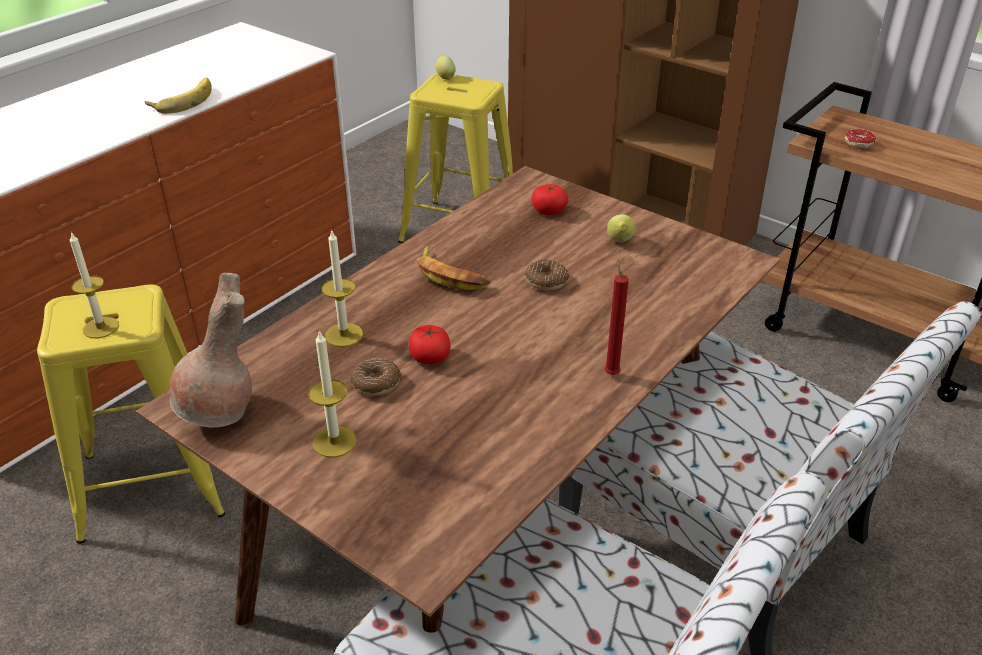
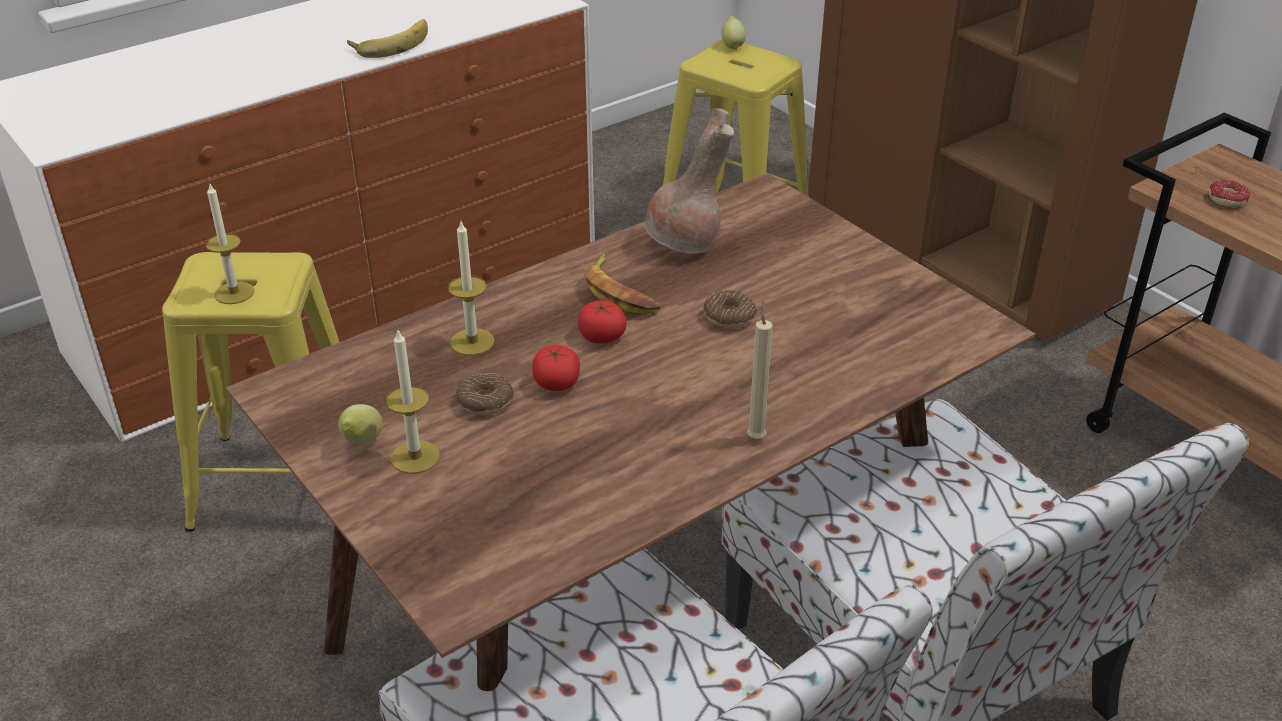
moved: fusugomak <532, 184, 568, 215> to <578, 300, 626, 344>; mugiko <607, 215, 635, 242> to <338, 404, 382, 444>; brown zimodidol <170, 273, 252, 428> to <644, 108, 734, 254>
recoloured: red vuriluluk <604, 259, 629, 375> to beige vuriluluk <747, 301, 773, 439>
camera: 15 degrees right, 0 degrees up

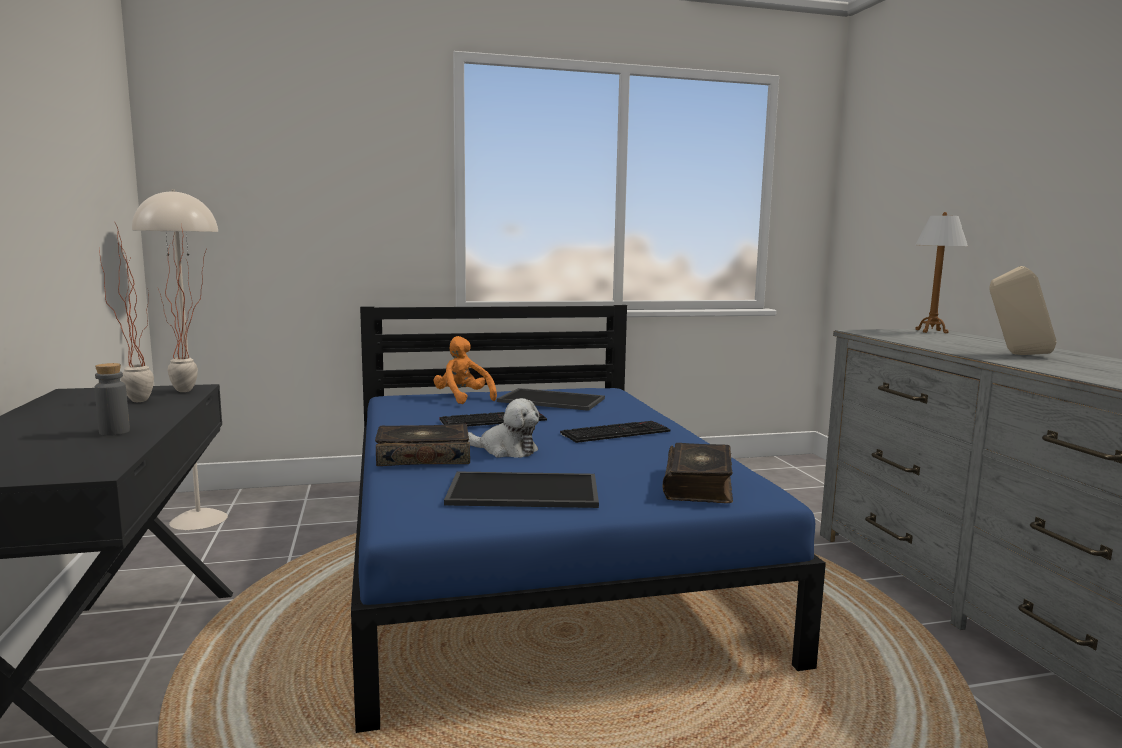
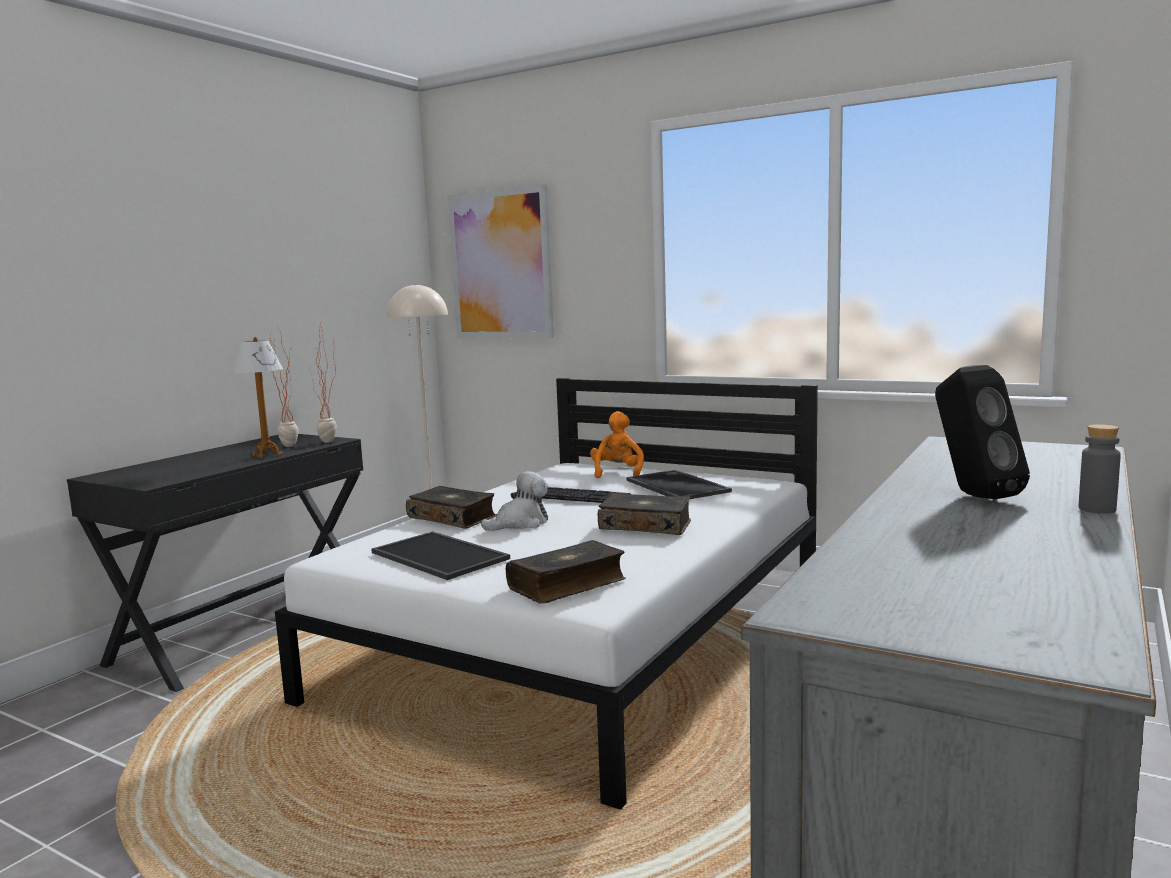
added: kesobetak <447, 185, 554, 338>
moved: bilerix <915, 212, 968, 333> to <232, 337, 283, 459>; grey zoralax <94, 363, 130, 436> to <1079, 424, 1121, 514>
replaced: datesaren <560, 421, 671, 443> to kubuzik <598, 493, 691, 535>
recoloured: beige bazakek <990, 266, 1056, 355> to black bazakek <935, 365, 1030, 499>; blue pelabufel <351, 305, 826, 733> to white pelabufel <275, 378, 818, 810>
turned: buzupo <468, 398, 539, 458> = <481, 471, 548, 531> 105 degrees counterclockwise
camera: 45 degrees right, 0 degrees up

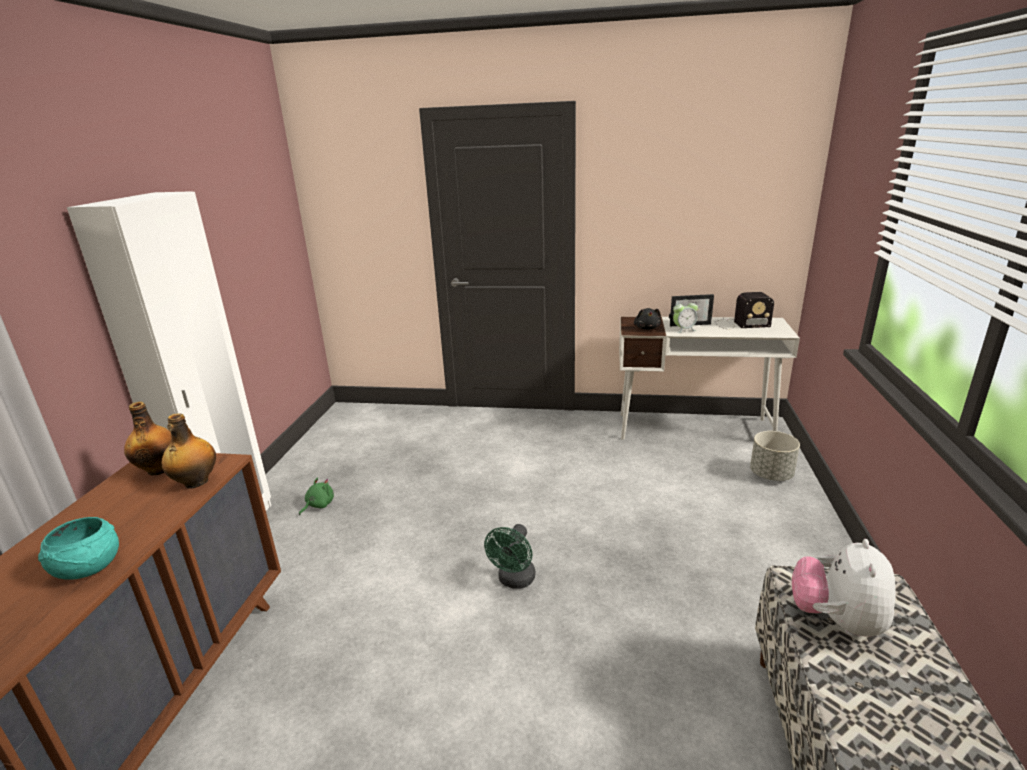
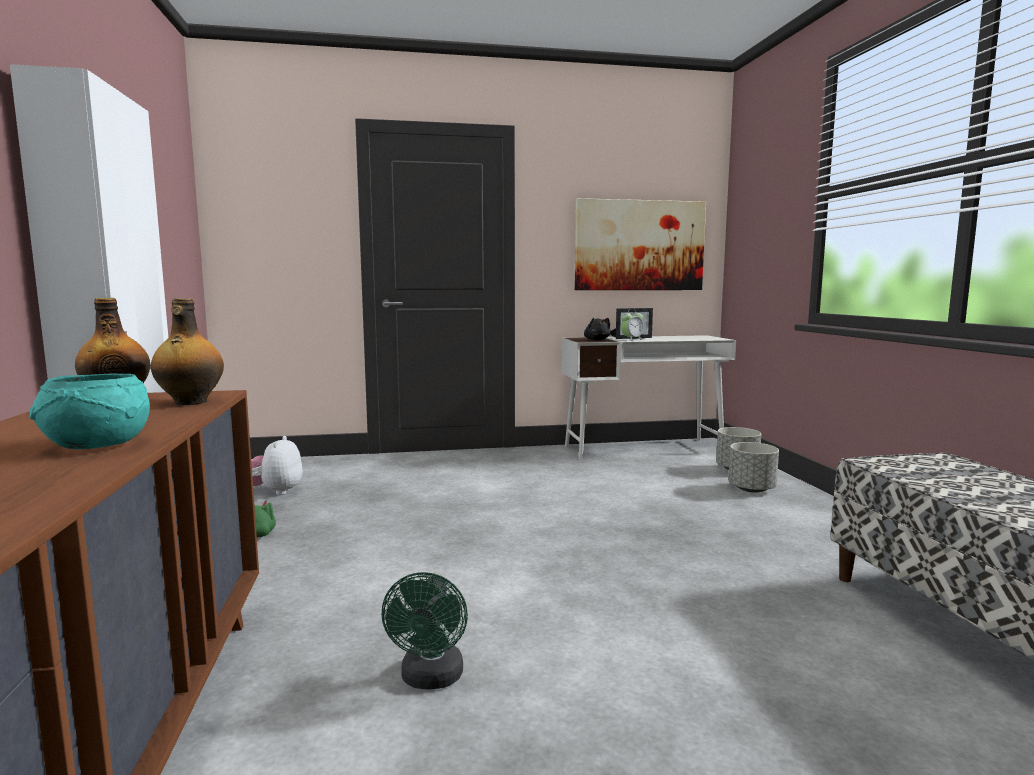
removed: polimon <715, 292, 774, 329>
added: kesobetak <575, 198, 706, 290>; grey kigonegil <728, 442, 779, 493>
moved: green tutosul <484, 524, 536, 589> to <382, 572, 468, 690>; buzupo <792, 539, 896, 637> to <251, 436, 302, 495>
camera: 20 degrees left, 15 degrees down

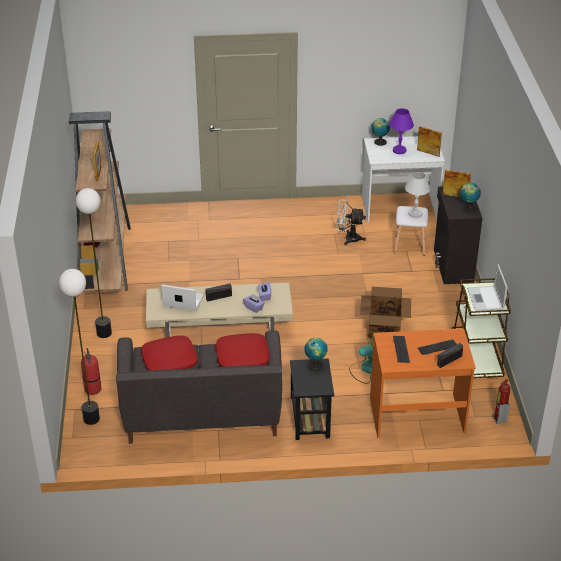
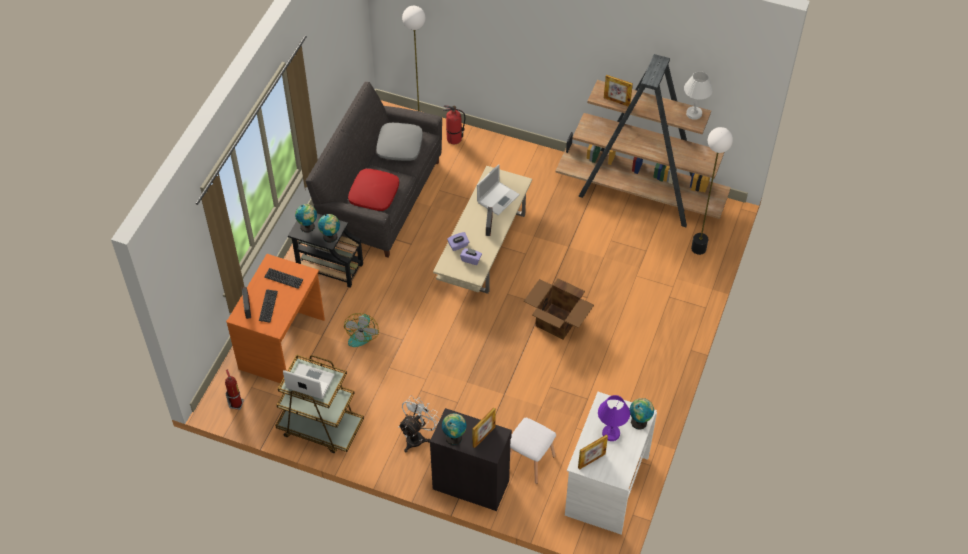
added: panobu <295, 204, 317, 233>
moved: white bilerix <405, 172, 430, 218> to <684, 71, 713, 120>; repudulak <76, 188, 112, 338> to <691, 127, 733, 255>; white tutosul <336, 199, 366, 245> to <398, 396, 440, 452>; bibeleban <360, 287, 411, 338> to <523, 278, 594, 340>
recoloured: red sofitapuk <141, 336, 197, 371> to grey sofitapuk <376, 123, 423, 161>
camera: 115 degrees right, 15 degrees up

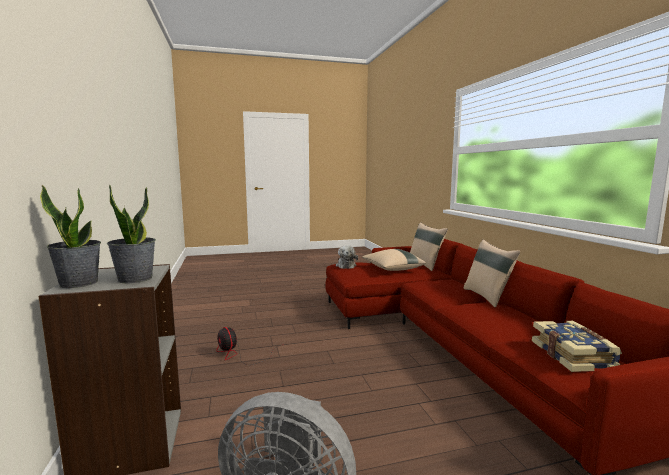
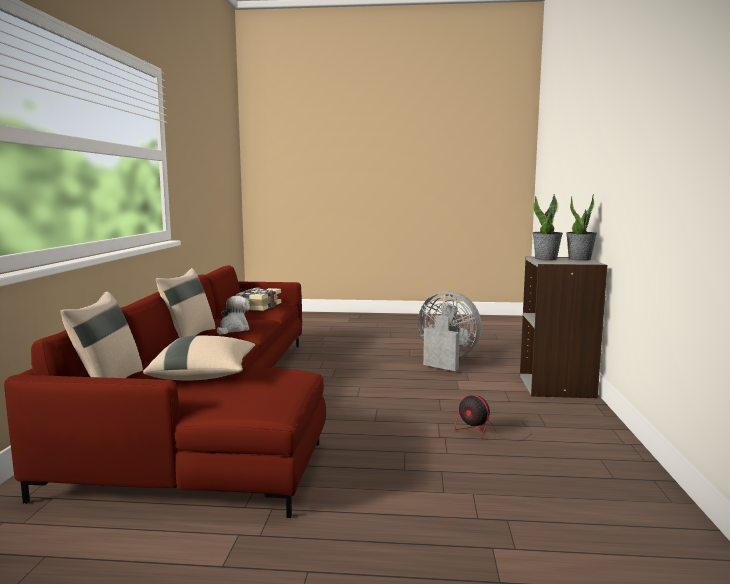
moved: buzupo <336, 245, 358, 269> to <217, 296, 250, 335>
turned: tutosul <216, 327, 281, 365> = <455, 394, 532, 441> 150 degrees clockwise
camera: 160 degrees left, 0 degrees up

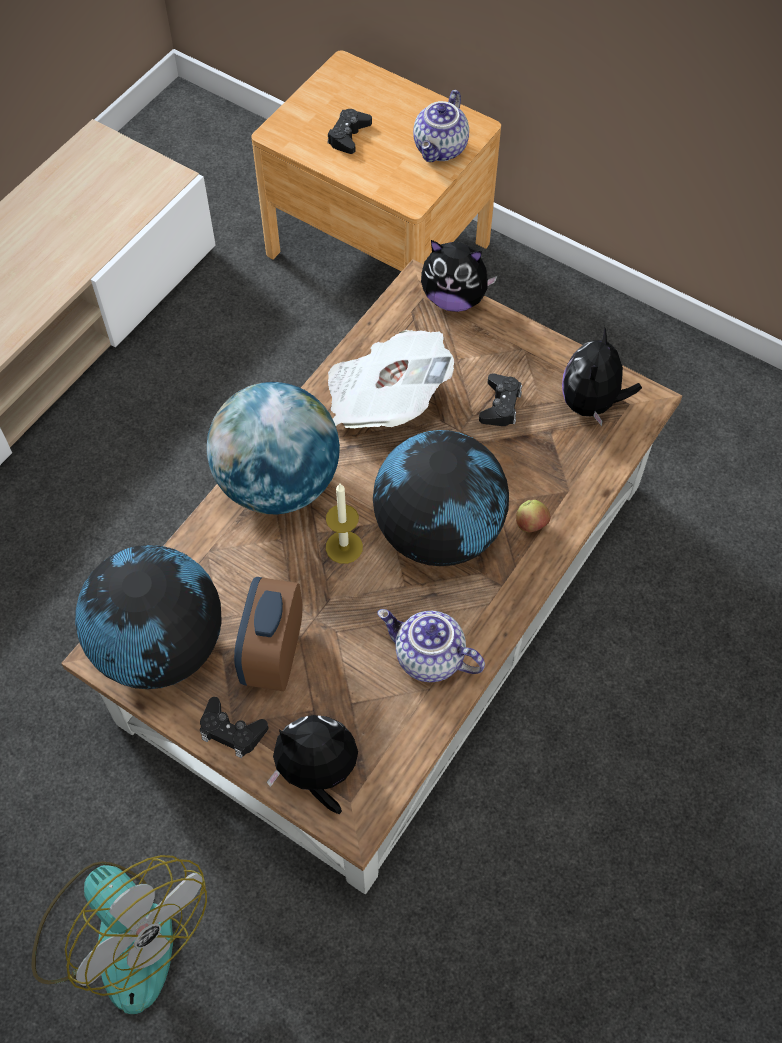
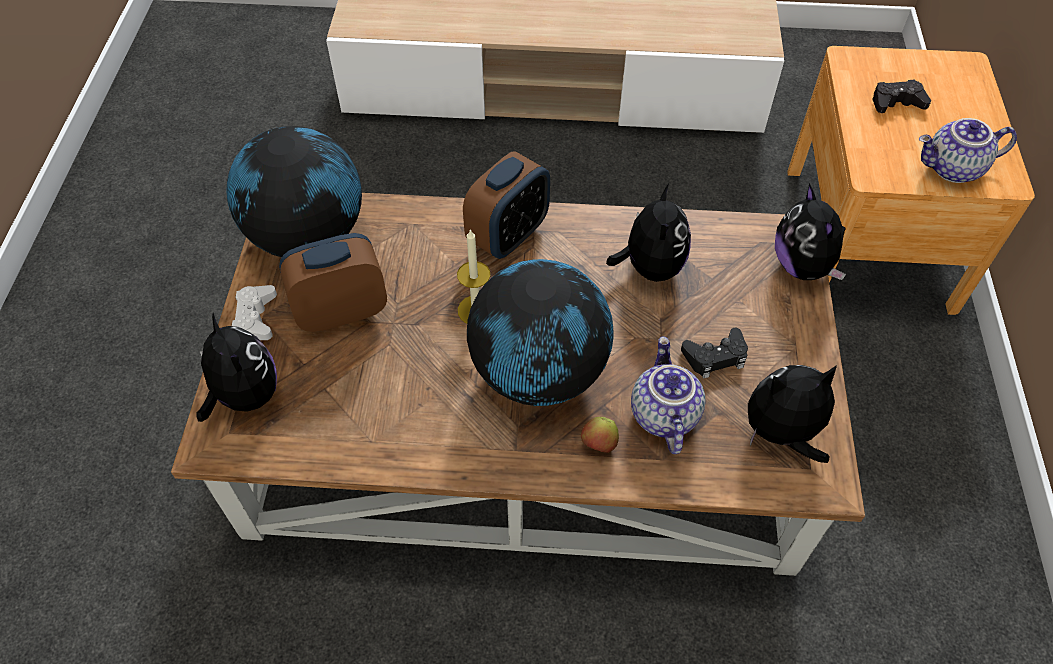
removed: tutosul <32, 855, 207, 1014>
moved: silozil <378, 609, 485, 682> to <631, 336, 705, 454>
replaced: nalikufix <328, 330, 454, 428> to buzupo <606, 184, 691, 282>; panobu <207, 382, 340, 514> to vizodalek <463, 151, 550, 259>
recoloured: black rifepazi <200, 697, 268, 758> to white rifepazi <232, 285, 277, 340>
camera: 60 degrees right, 5 degrees down

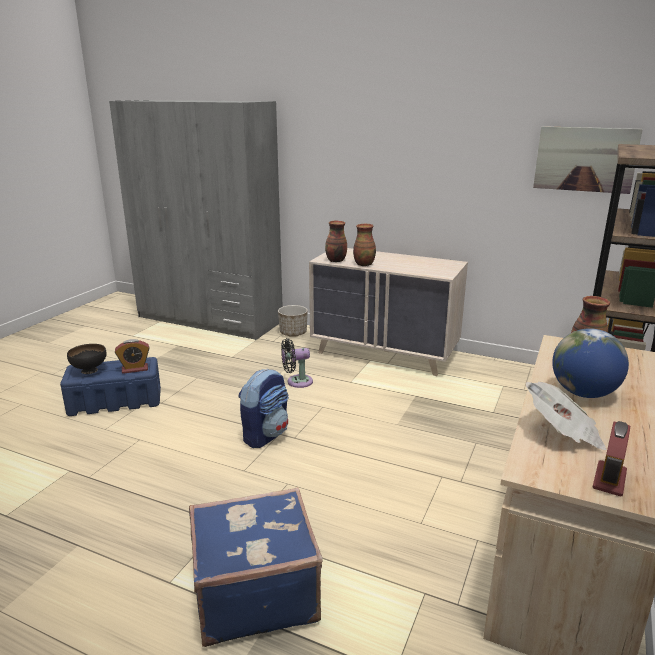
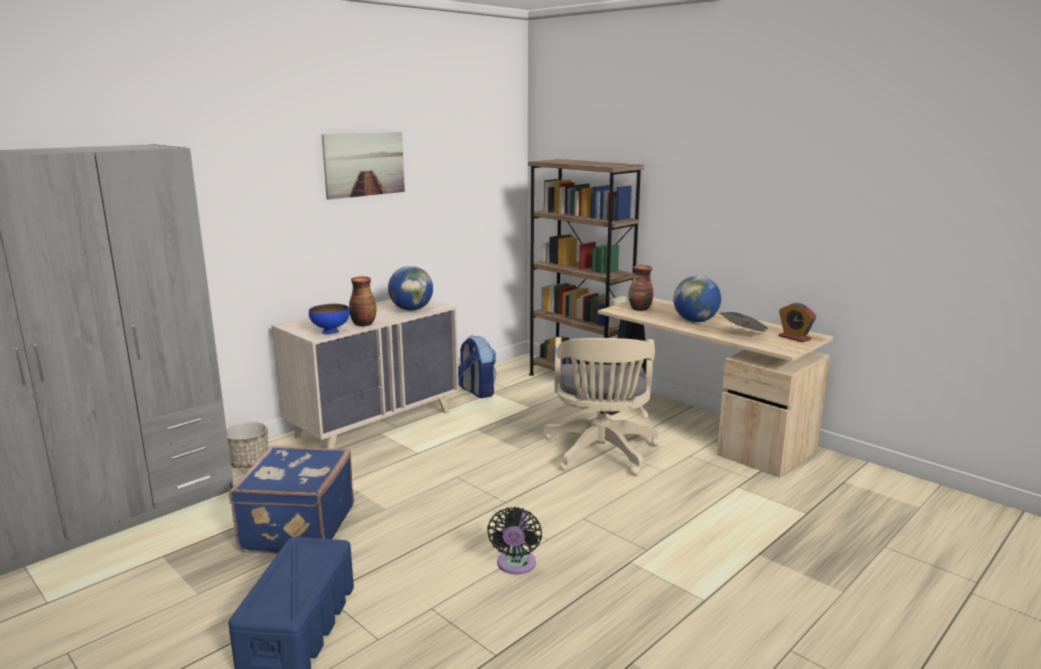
removed: vizodalek <115, 339, 150, 374>; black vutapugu <67, 344, 107, 374>
added: panobu <388, 266, 433, 311>; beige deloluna <543, 337, 659, 475>
moved: kesobetak <533, 126, 643, 194> to <322, 132, 405, 200>; black tutosul <281, 338, 313, 388> to <487, 507, 542, 574>; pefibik <238, 369, 289, 448> to <458, 335, 496, 398>; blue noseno <189, 487, 323, 647> to <229, 446, 354, 554>
replaced: zimodidol <325, 221, 347, 262> to blue vutapugu <309, 304, 350, 335>
camera: 70 degrees left, 5 degrees down

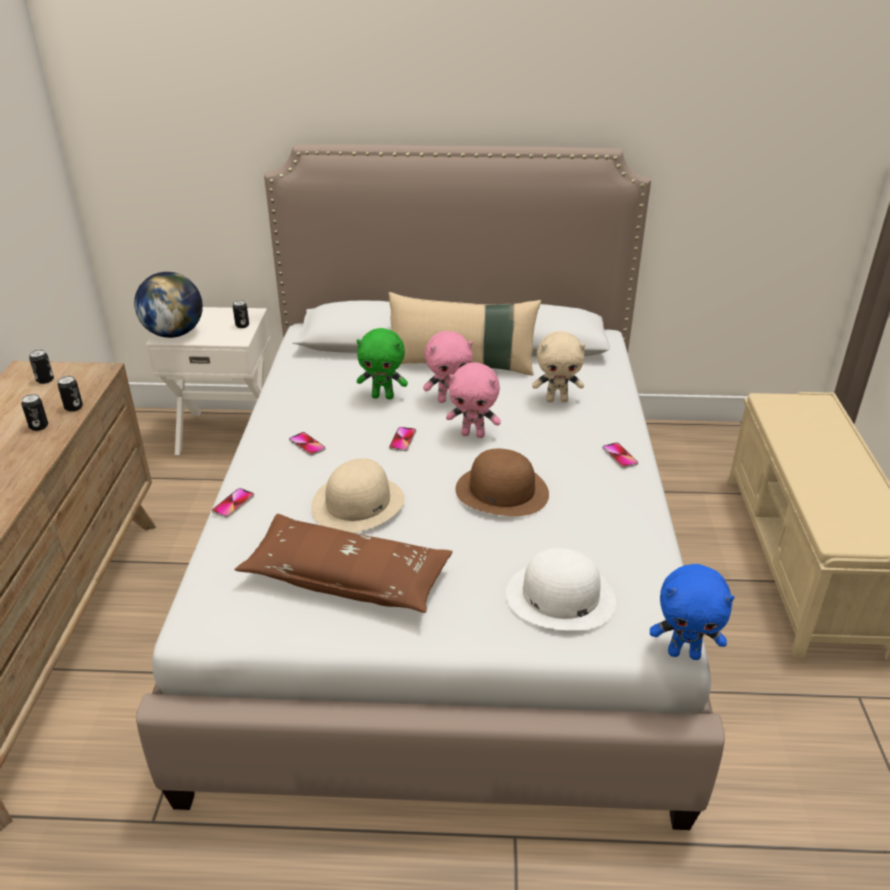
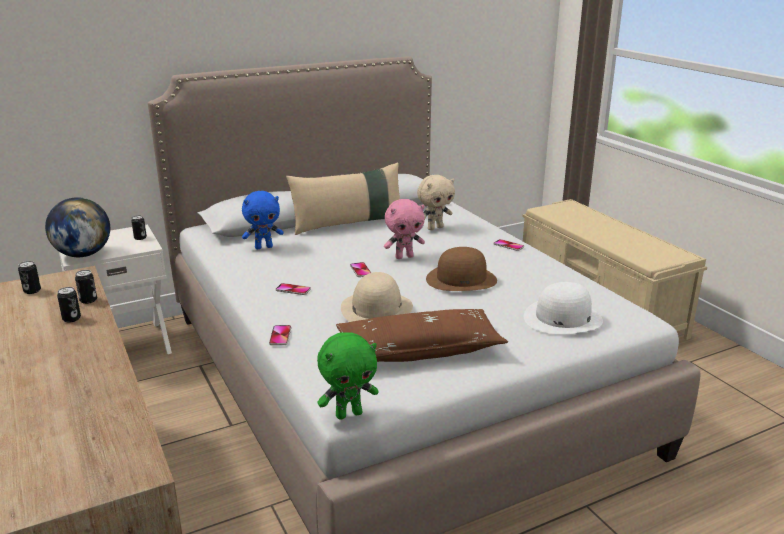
removed: pink buzupo <423, 331, 473, 403>
moved: green buzupo <356, 328, 408, 399> to <317, 332, 379, 420>; blue buzupo <650, 564, 735, 660> to <242, 191, 283, 249>
camera: 30 degrees left, 10 degrees down

